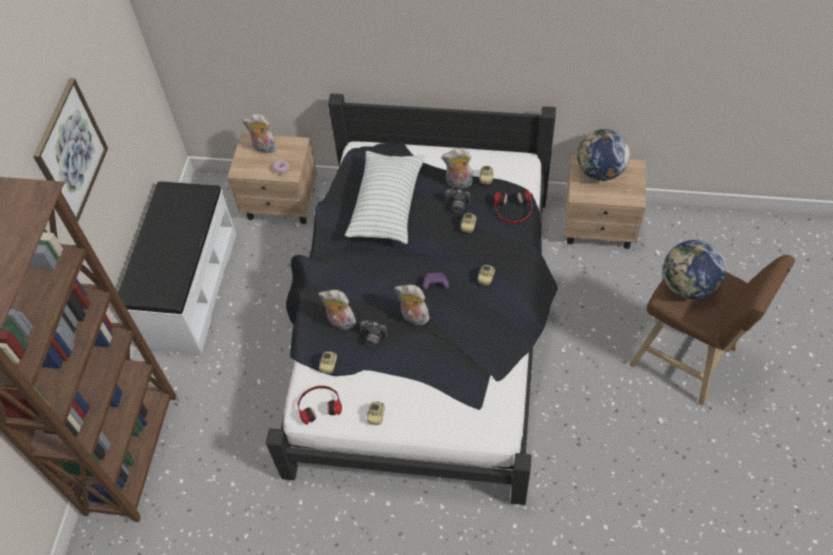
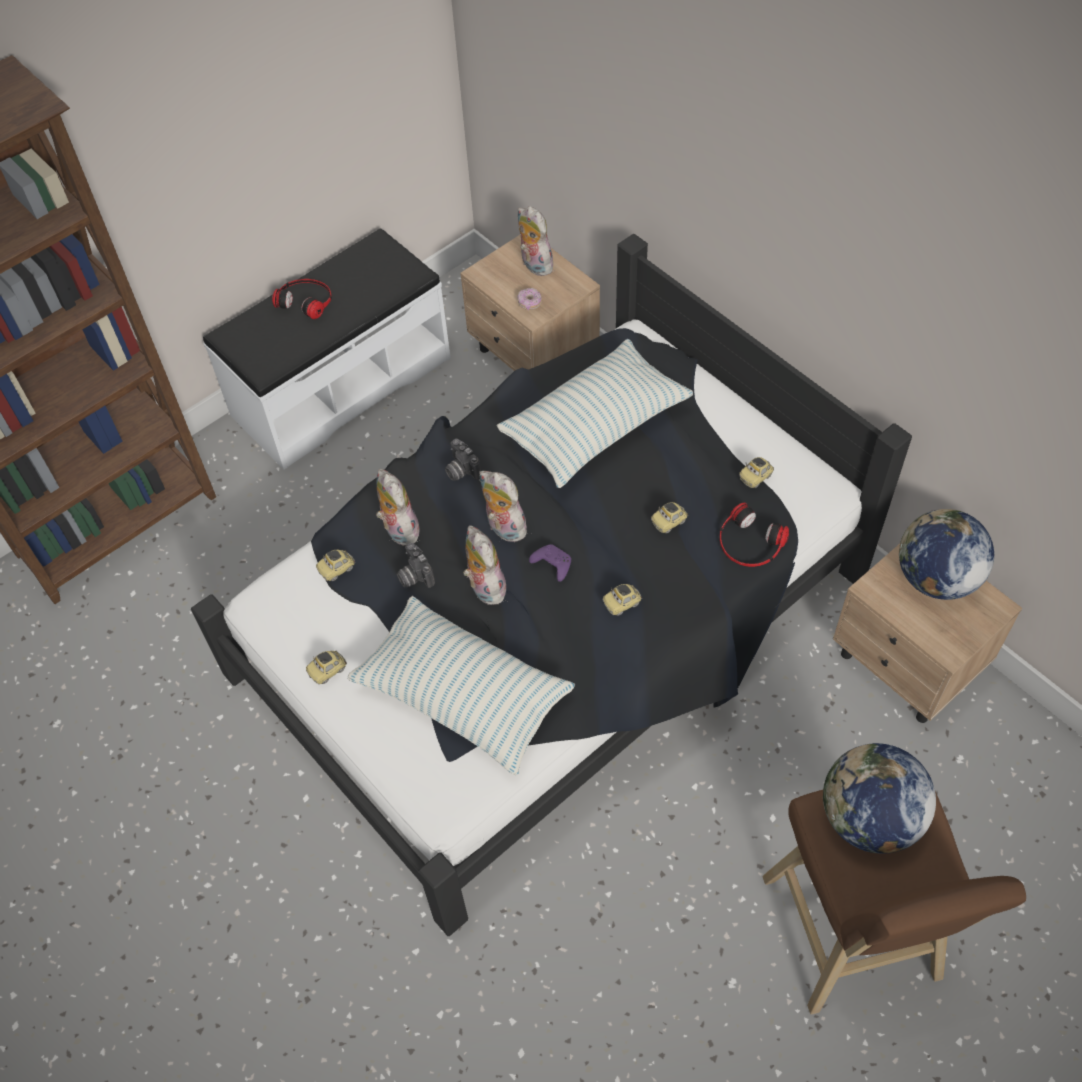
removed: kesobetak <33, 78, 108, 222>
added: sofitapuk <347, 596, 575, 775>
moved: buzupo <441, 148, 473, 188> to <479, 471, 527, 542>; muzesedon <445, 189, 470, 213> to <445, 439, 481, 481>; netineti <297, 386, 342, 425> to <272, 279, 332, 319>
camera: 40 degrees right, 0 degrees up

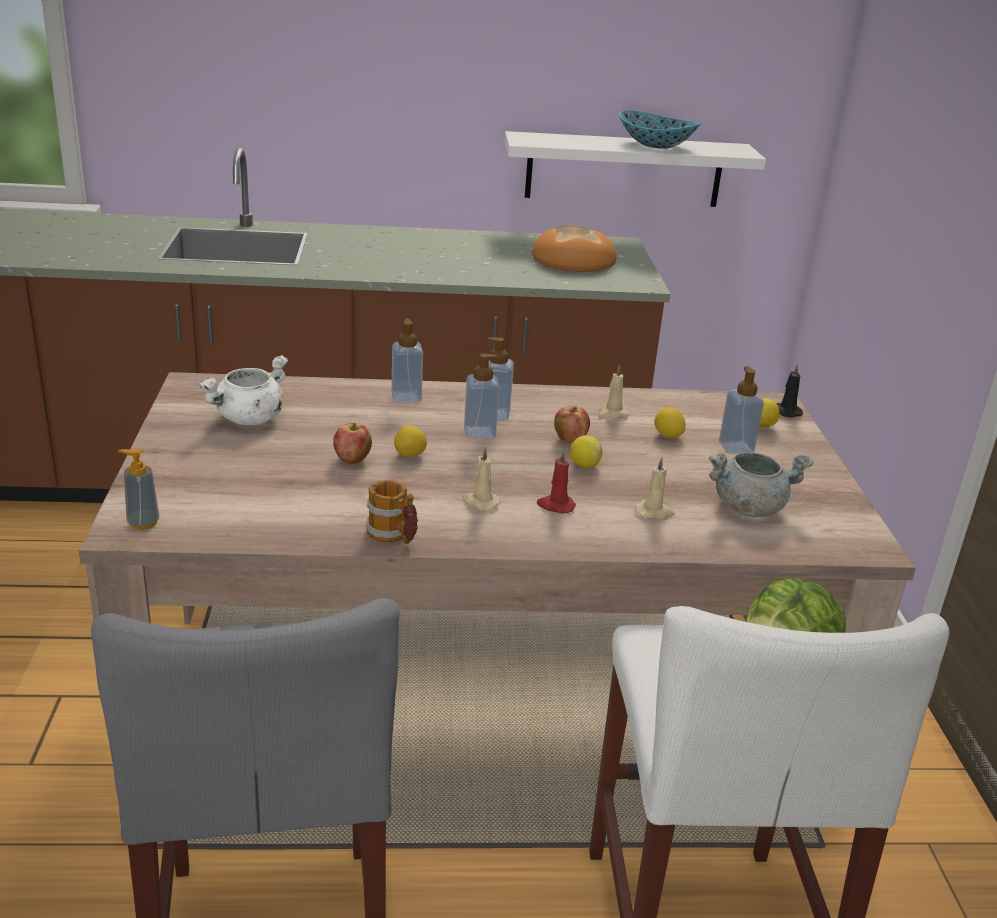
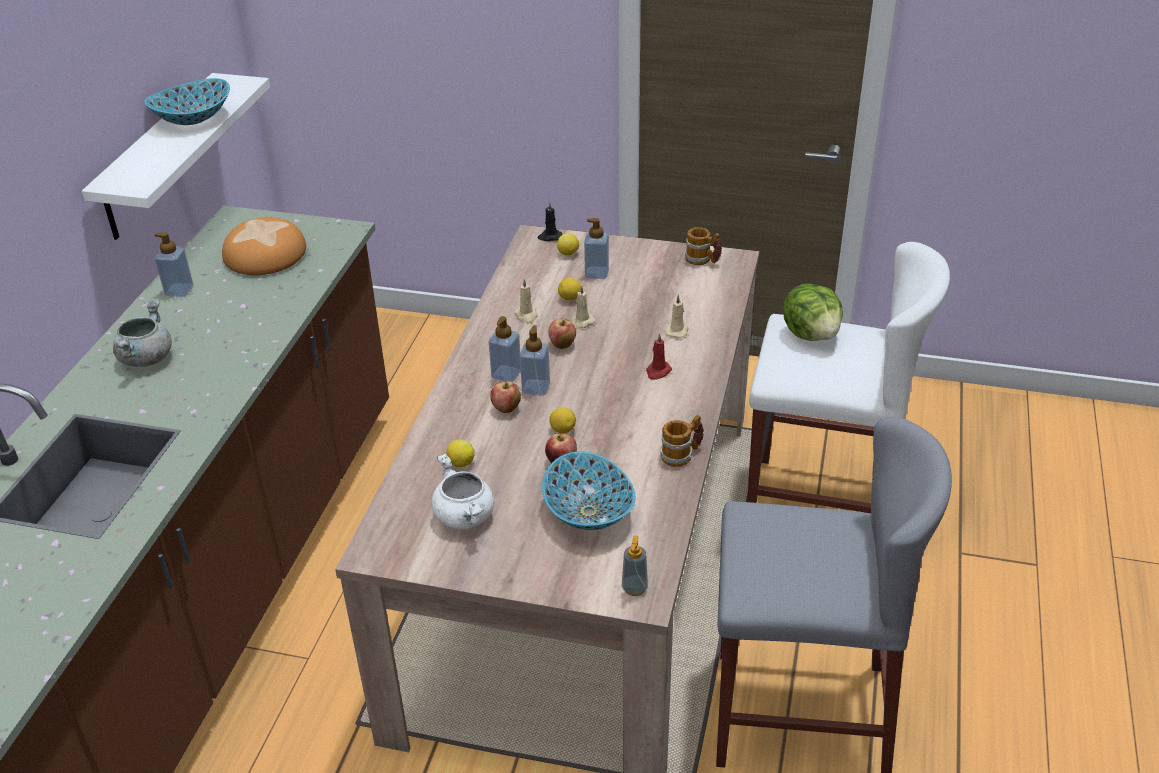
added: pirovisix <685, 227, 722, 265>; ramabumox <490, 381, 521, 413>; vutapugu <542, 451, 635, 530>
moved: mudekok <391, 319, 423, 403> to <155, 232, 193, 297>; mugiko <571, 435, 603, 468> to <446, 440, 475, 467>; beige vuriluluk <462, 447, 500, 511> to <571, 285, 595, 329>; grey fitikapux <709, 453, 814, 517> to <113, 300, 172, 367>
camera: 70 degrees left, 10 degrees up

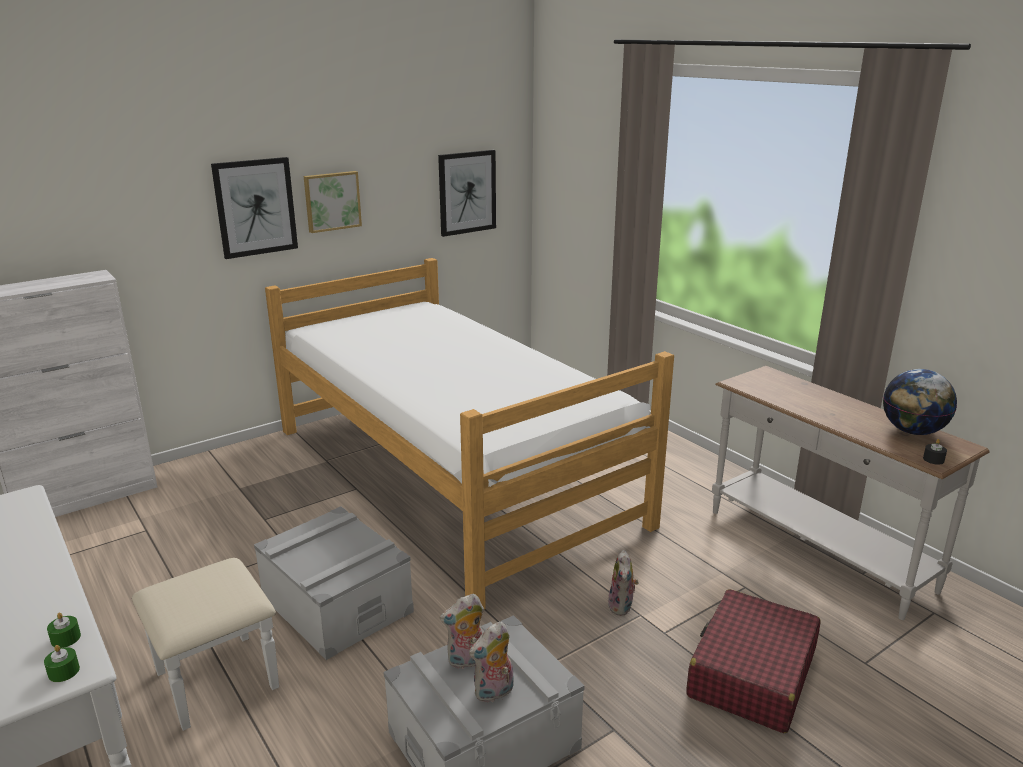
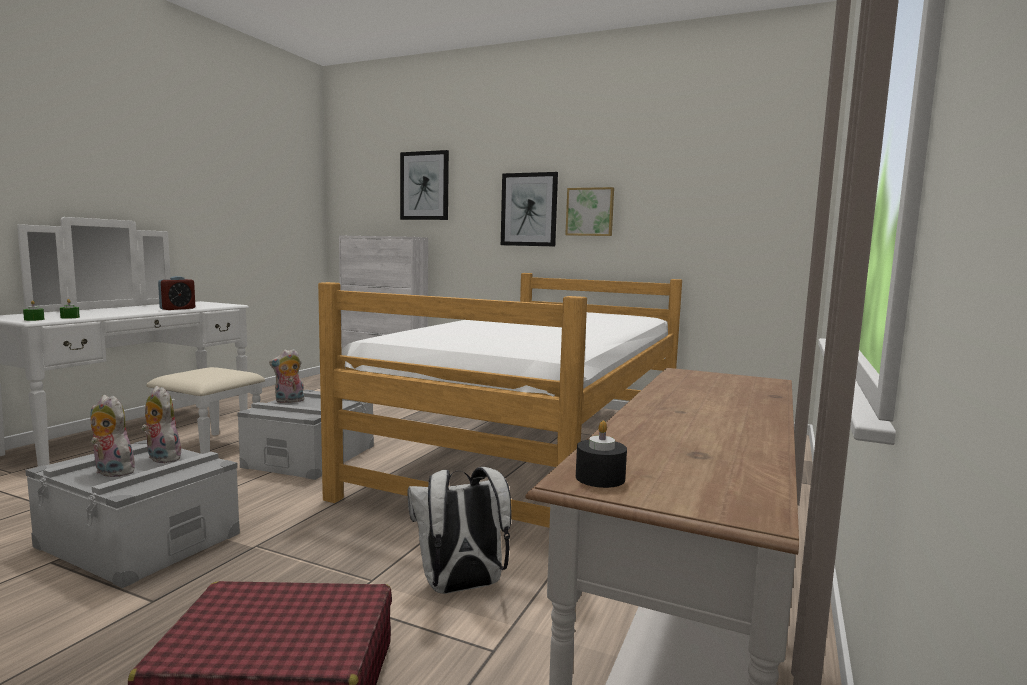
removed: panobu <883, 369, 957, 435>
added: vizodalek <158, 276, 195, 310>; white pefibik <407, 467, 511, 594>
moved: kesobetak <438, 150, 496, 237> to <400, 150, 449, 220>; buzupo <608, 550, 639, 616> to <269, 349, 304, 403>
camera: 60 degrees right, 15 degrees down

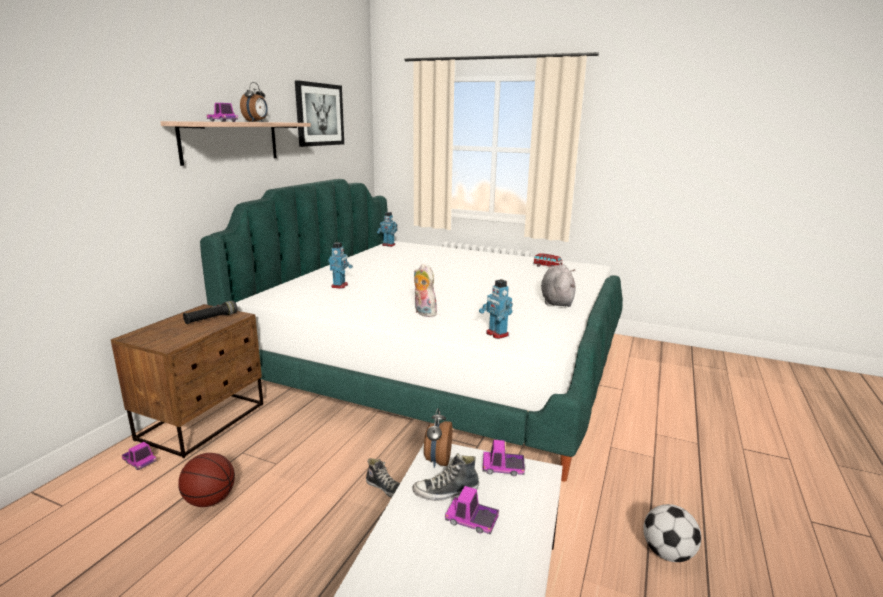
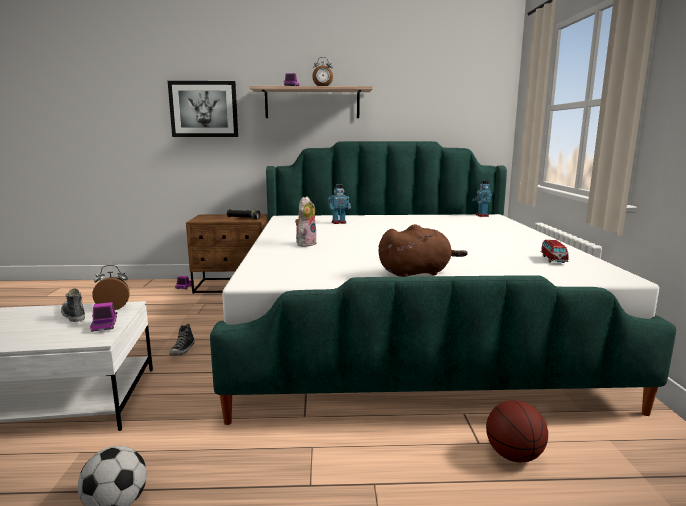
removed: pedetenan <479, 279, 513, 339>; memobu <445, 486, 499, 534>
moved: kesobetak <295, 80, 344, 147> to <168, 81, 238, 137>; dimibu <178, 453, 235, 507> to <486, 400, 548, 463>
recoloured: grey buzupo <541, 265, 575, 307> to brown buzupo <378, 224, 468, 277>
camera: 65 degrees right, 5 degrees down

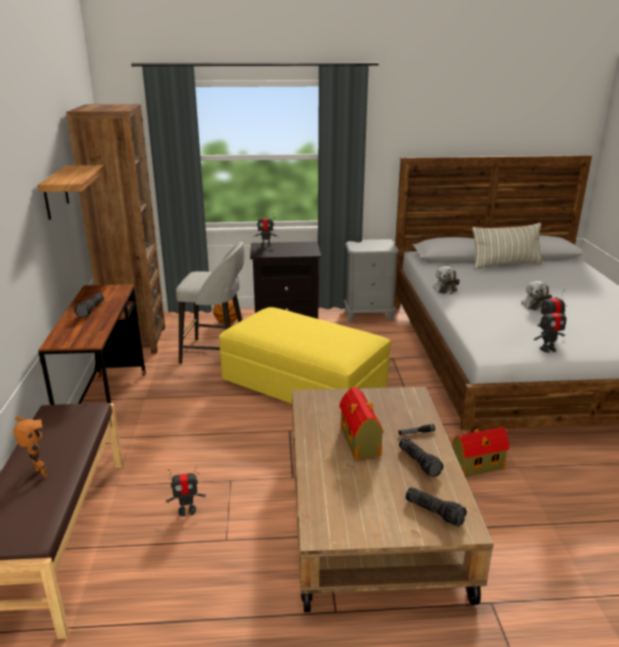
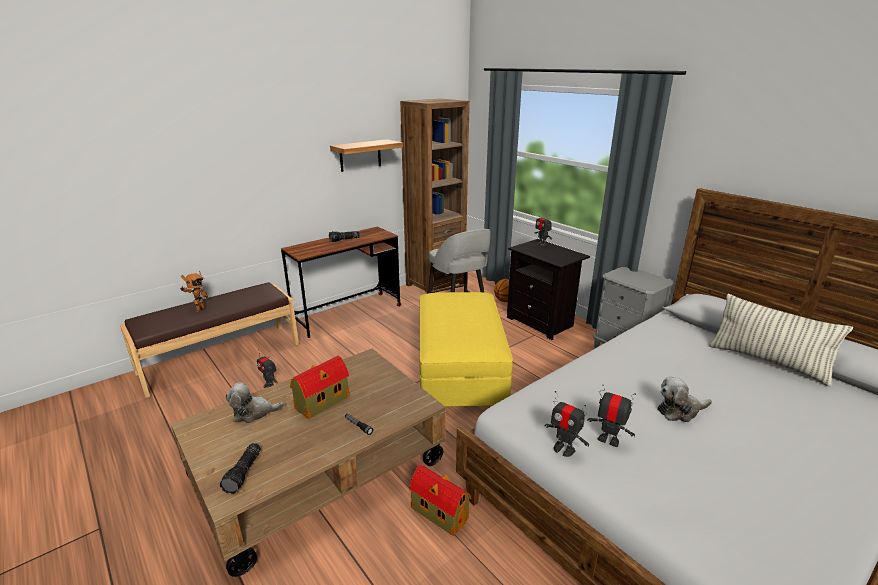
removed: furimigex <399, 437, 444, 477>
moved: buzupo <433, 266, 460, 294> to <226, 382, 285, 423>
camera: 55 degrees right, 0 degrees up

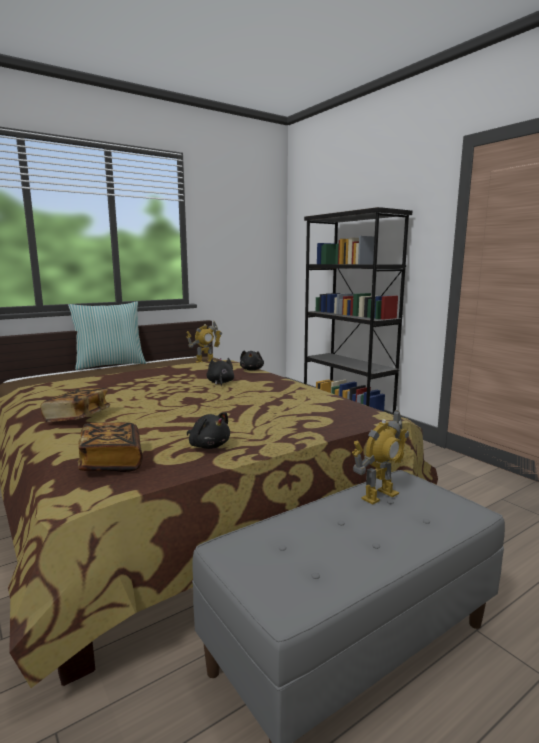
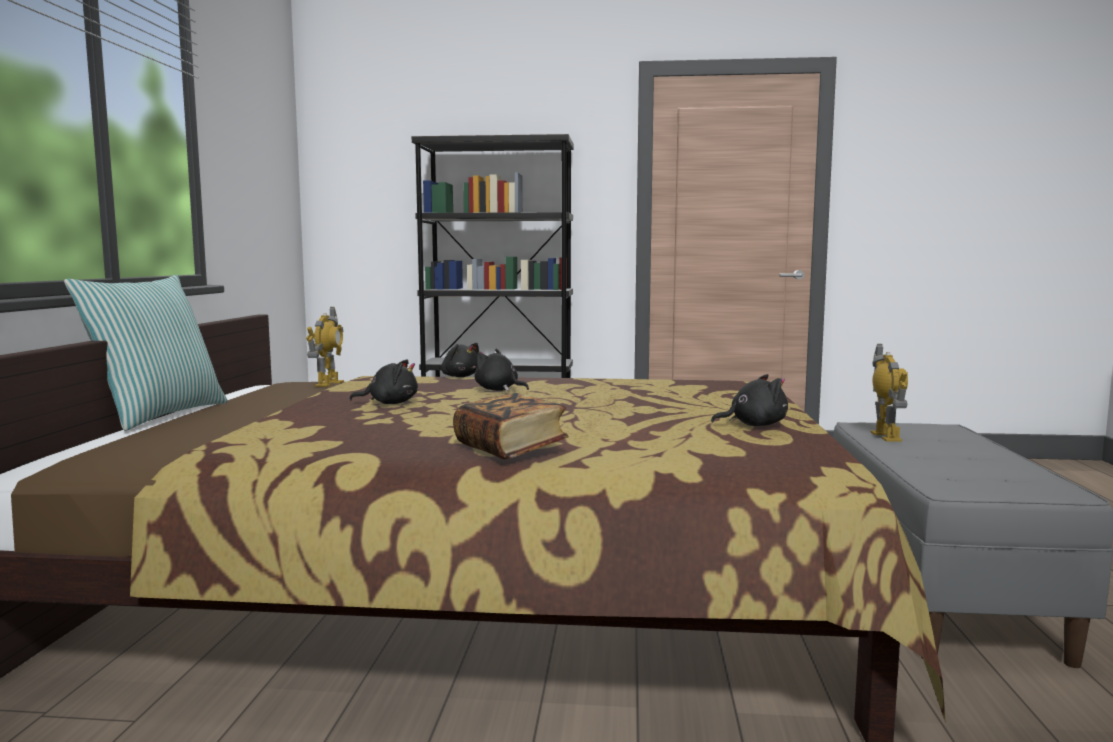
removed: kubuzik <78, 422, 143, 472>
added: black buzupo <350, 359, 418, 404>
camera: 50 degrees left, 5 degrees down

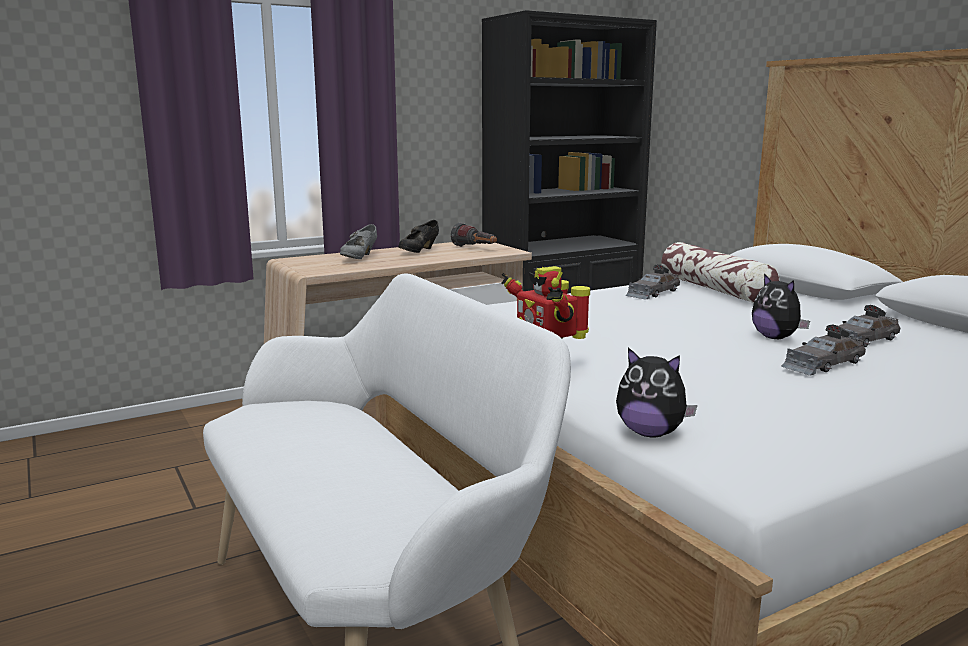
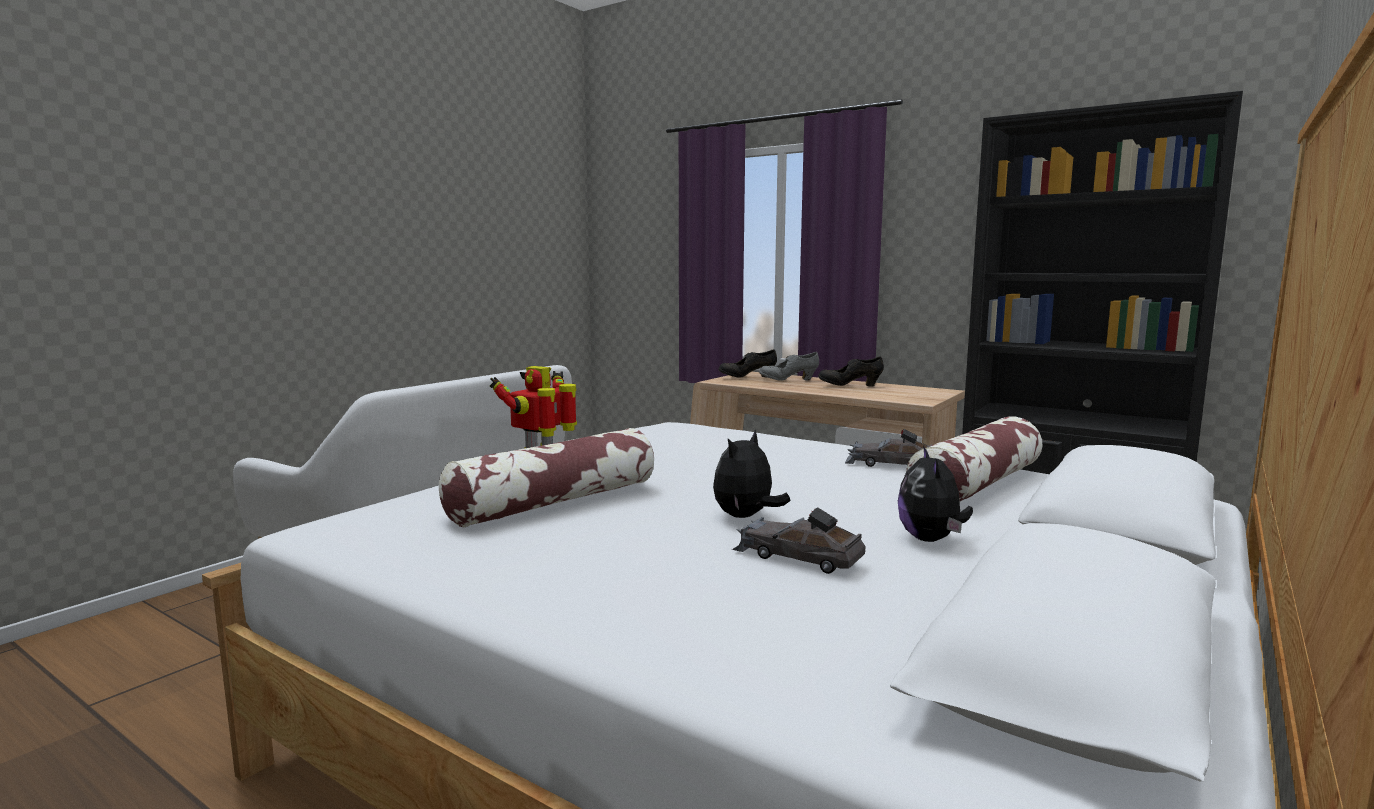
removed: furimigex <451, 223, 497, 247>; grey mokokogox <781, 325, 866, 376>
added: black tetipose <718, 349, 777, 378>; sofitapuk <439, 428, 654, 528>
moved: buzupo <616, 347, 697, 437> to <898, 446, 973, 542>
camera: 65 degrees right, 5 degrees down

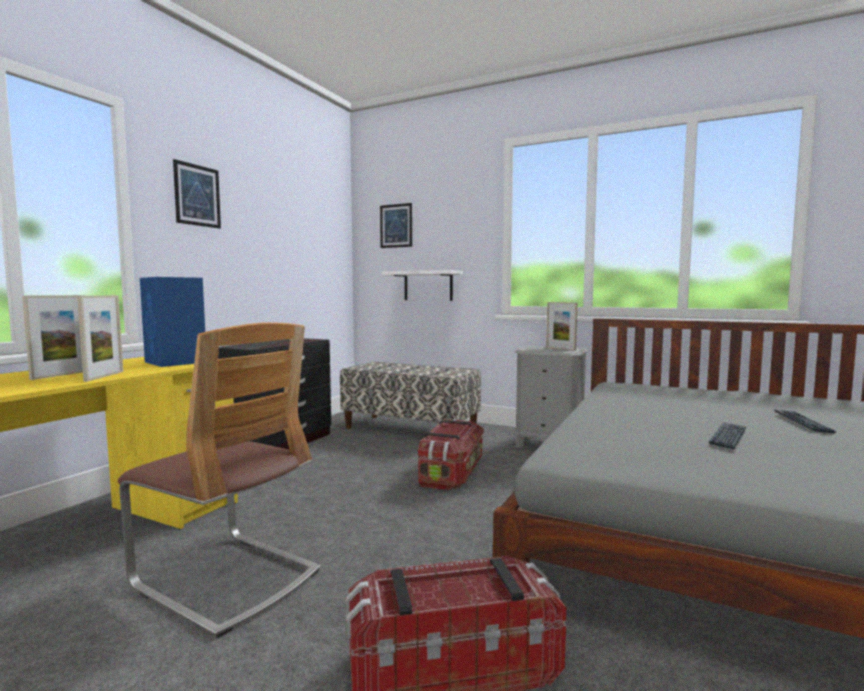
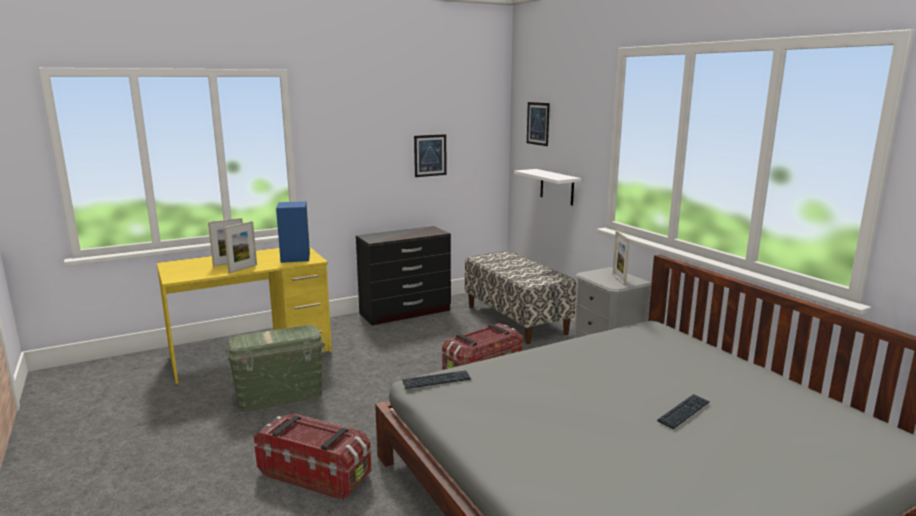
moved: kesobetak <173, 159, 221, 229> to <414, 134, 446, 177>; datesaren <709, 422, 747, 449> to <402, 370, 471, 389>
replaced: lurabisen <118, 322, 321, 638> to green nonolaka <226, 325, 325, 412>
camera: 35 degrees right, 10 degrees up

